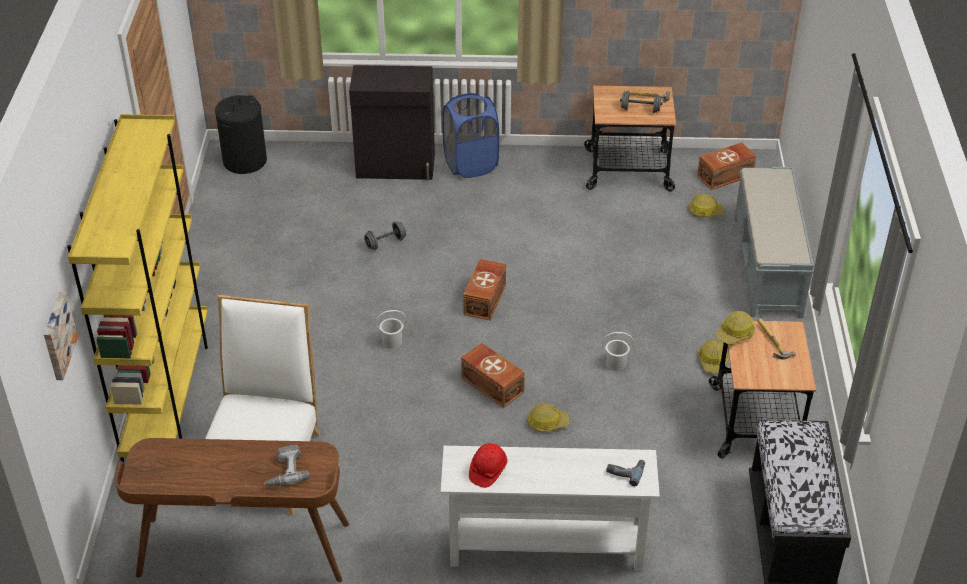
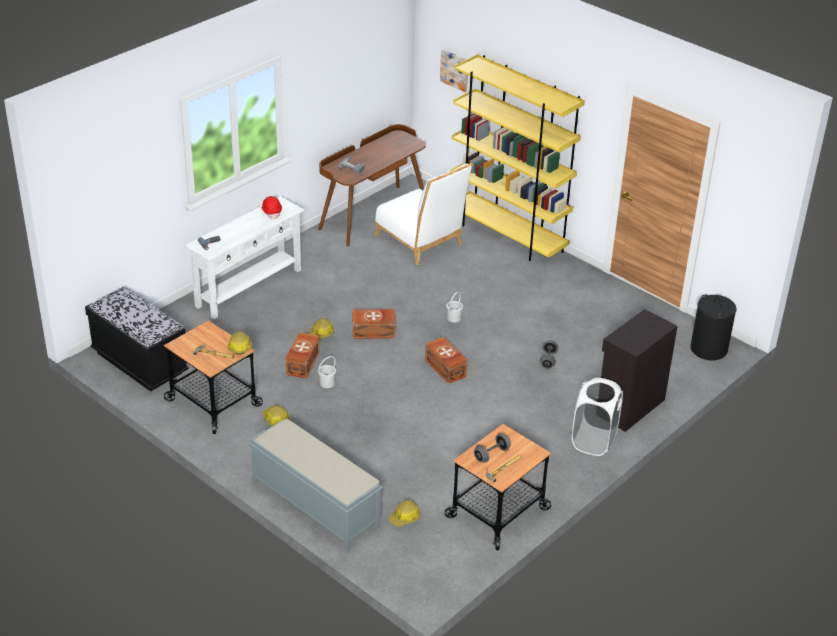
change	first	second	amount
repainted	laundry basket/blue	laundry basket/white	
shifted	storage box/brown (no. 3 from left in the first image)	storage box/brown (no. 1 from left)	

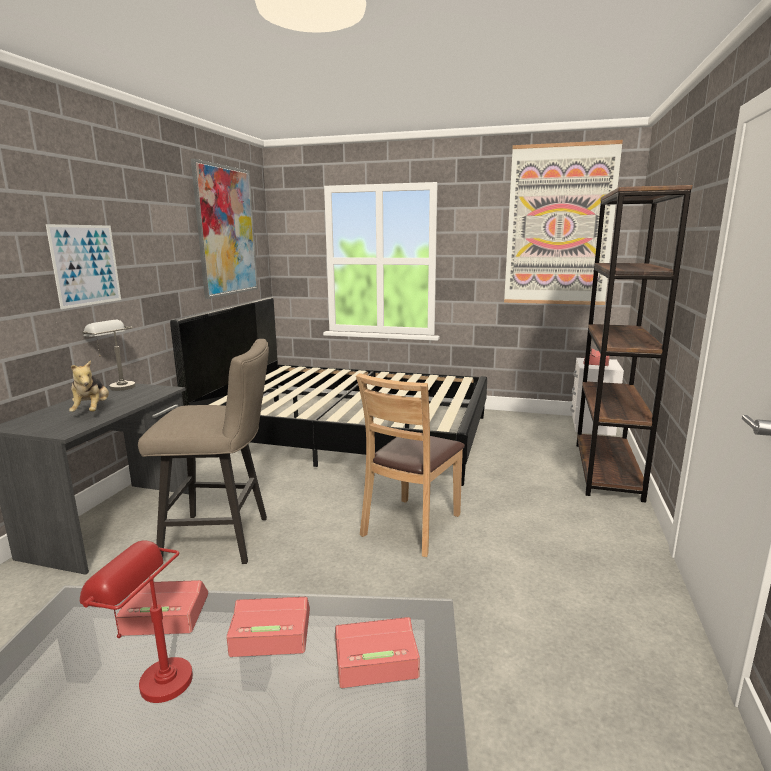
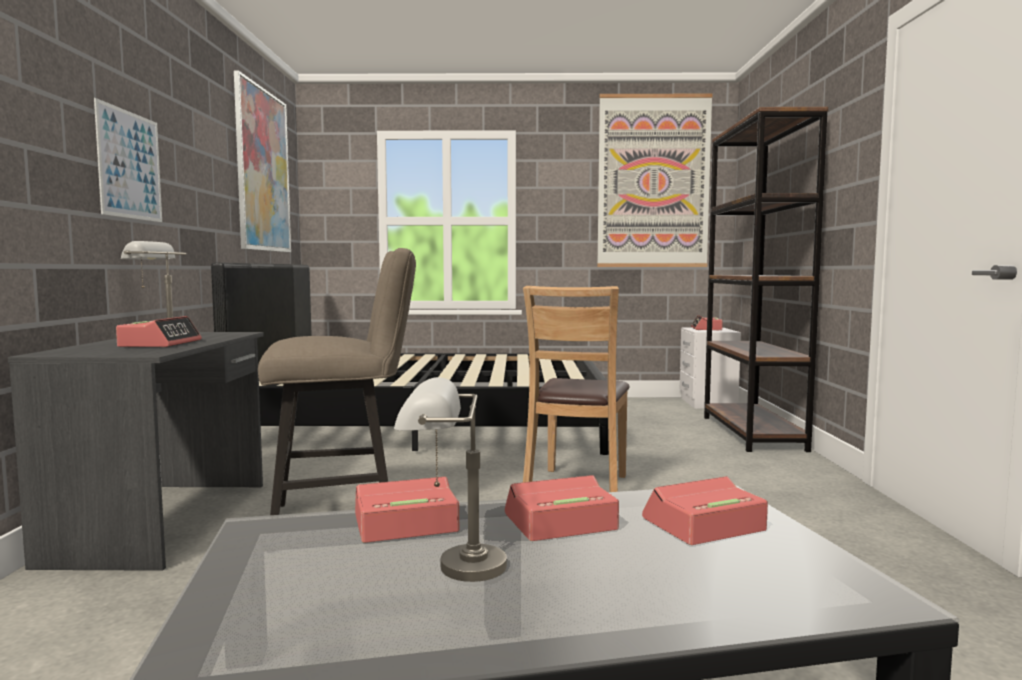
change	first	second	amount
swapped	plush toy	alarm clock (no. 1 from left)	
repainted	table lamp/red	table lamp/grey (no. 2 from left)	

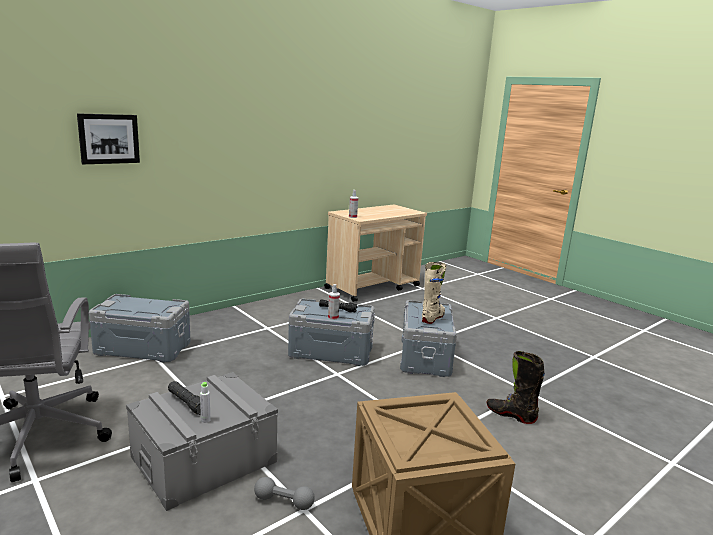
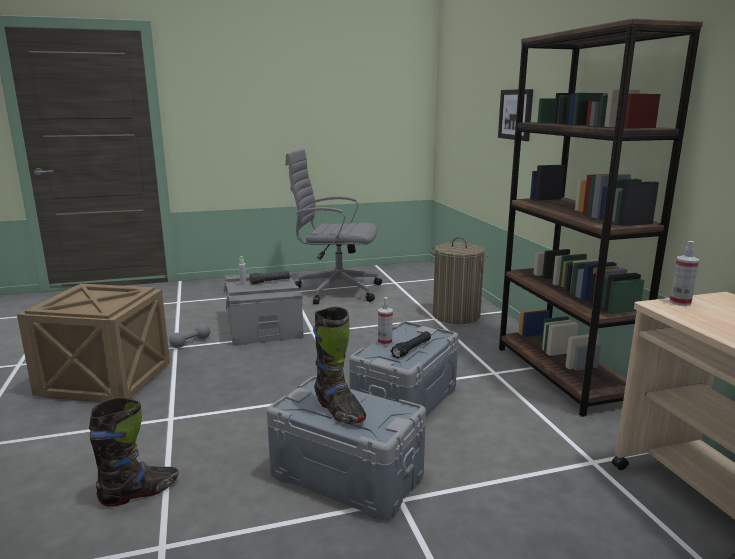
change	first	second	amount
repainted	boot/beige	boot/black (no. 2 from left)	
swapped	storage box/grey (no. 1 from left)	laundry basket	
new		bookcase/brown	

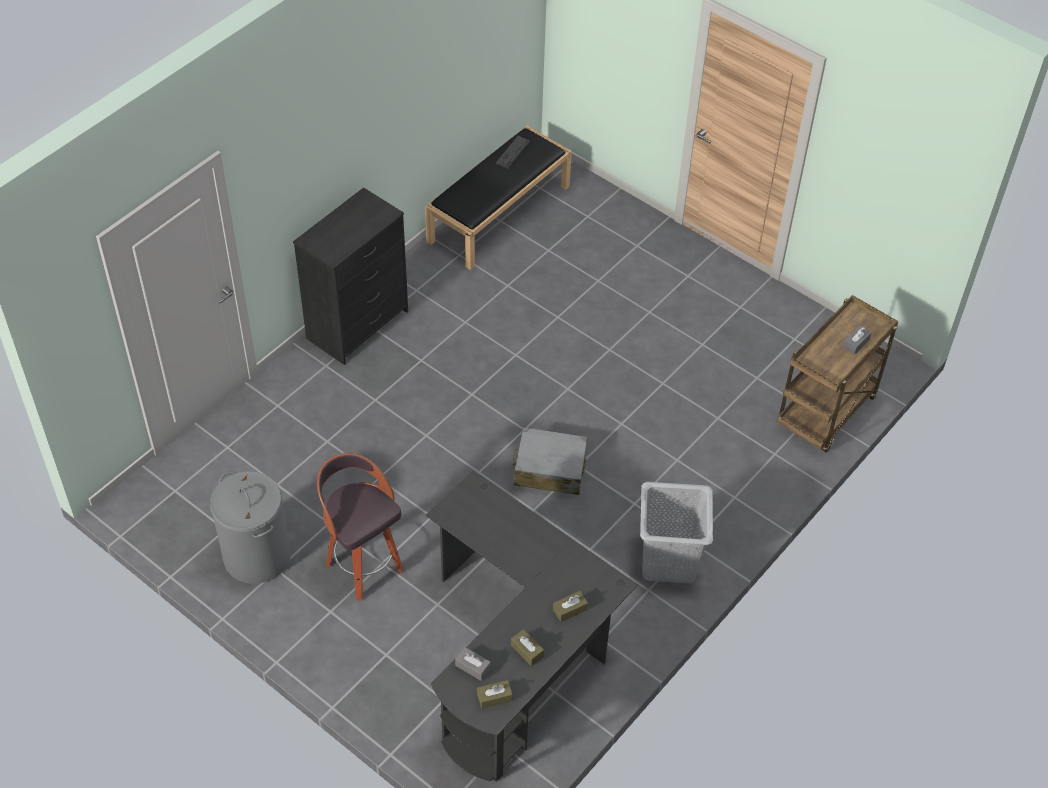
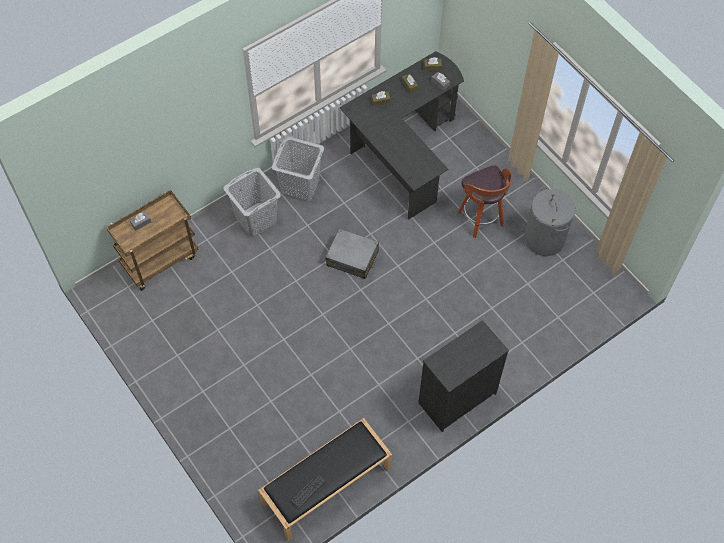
change	first	second	amount
new		laundry basket/grey (no. 1 from left)	

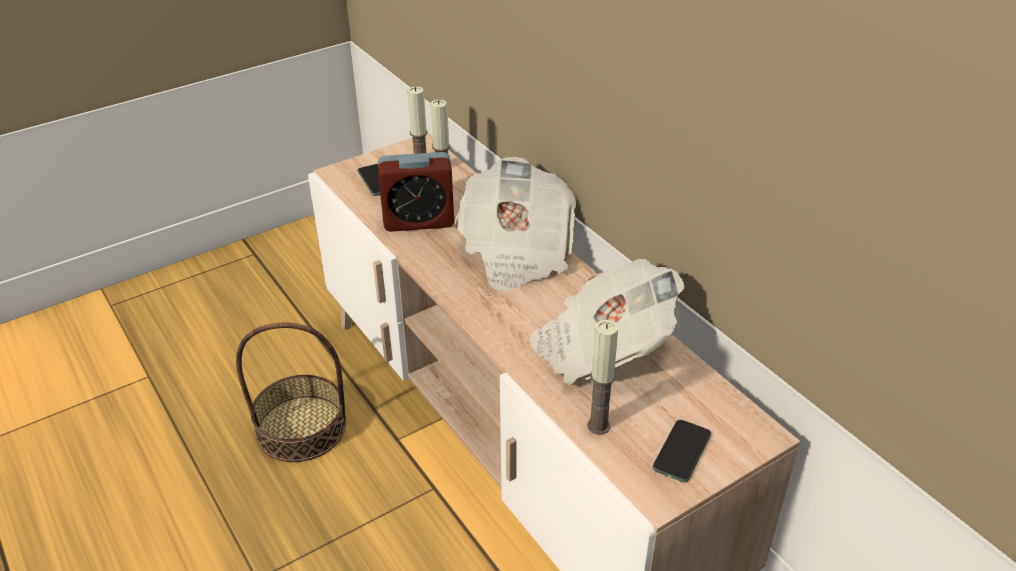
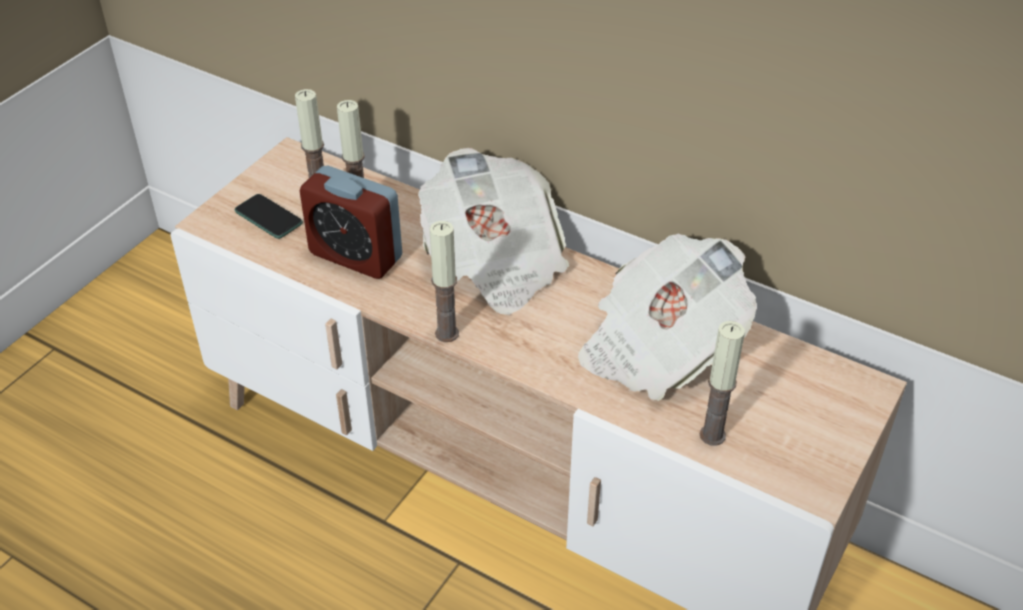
change	first	second	amount
rotated	alarm clock		60 degrees clockwise
gone	basket		
gone	phone (no. 2 from left)		
new		candle (no. 3 from left)	

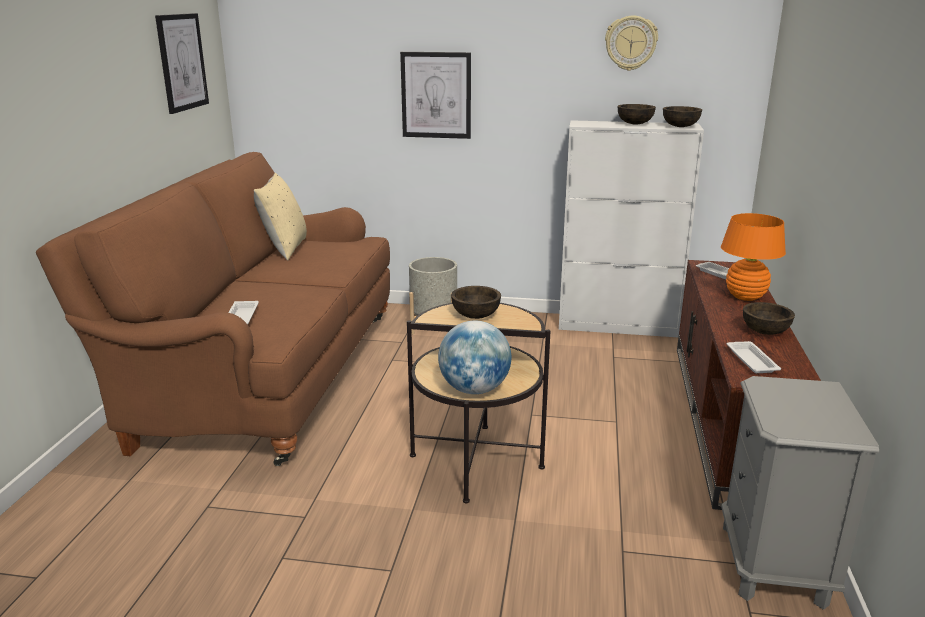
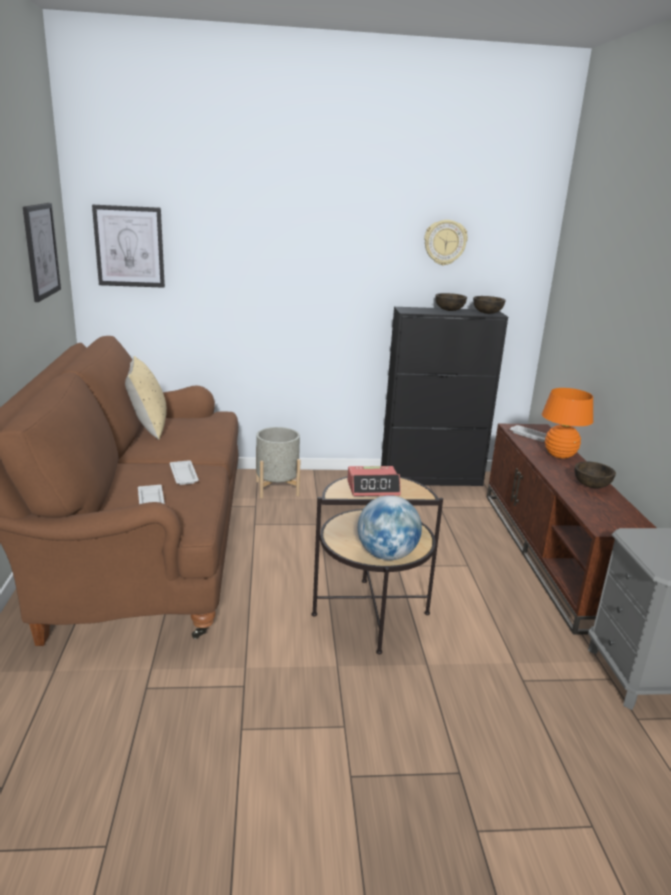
change	first	second	amount
shifted	picture (no. 2 from left)		
repainted	cabinet/white	cabinet/black	
swapped	bowl/brown (no. 1 from left)	alarm clock	
shifted	tray/white (no. 3 from left in the first image)	tray/white (no. 2 from left)	

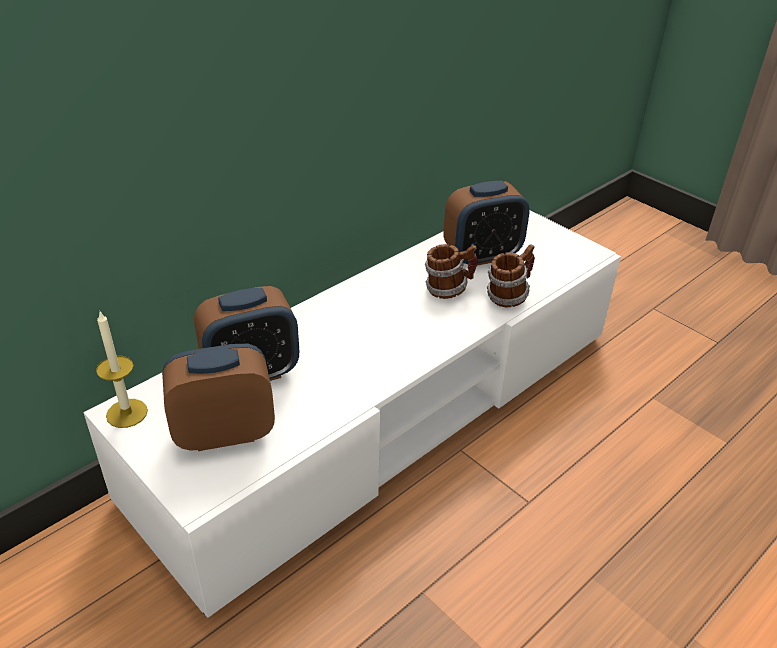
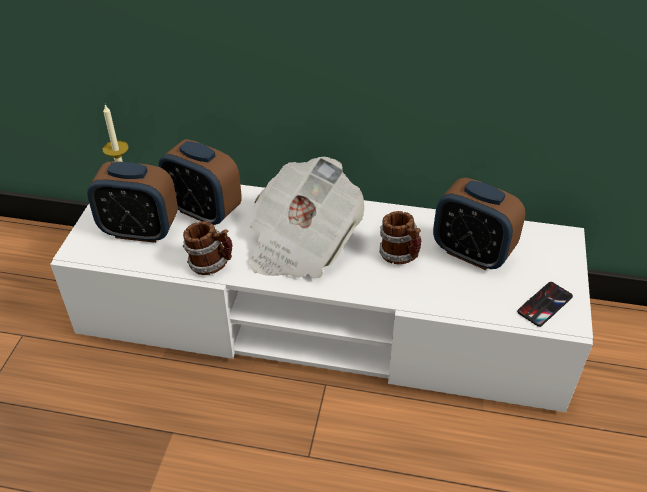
change	first	second	amount
shifted	mug (no. 2 from left in the first image)	mug (no. 1 from left)	
rotated	alarm clock (no. 1 from left)		150 degrees clockwise
new		newspaper	
new		phone	

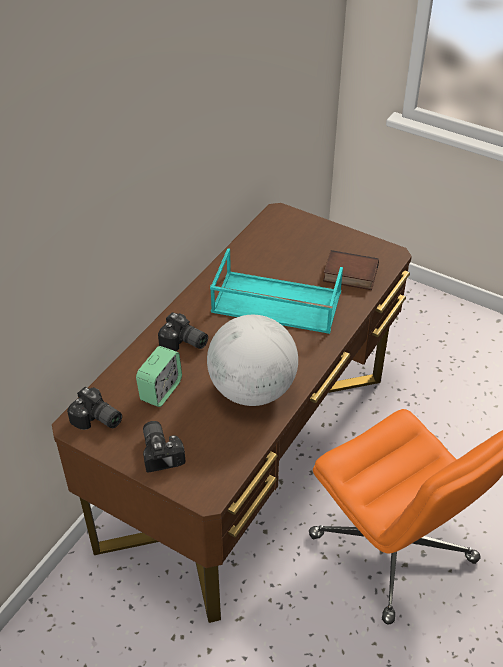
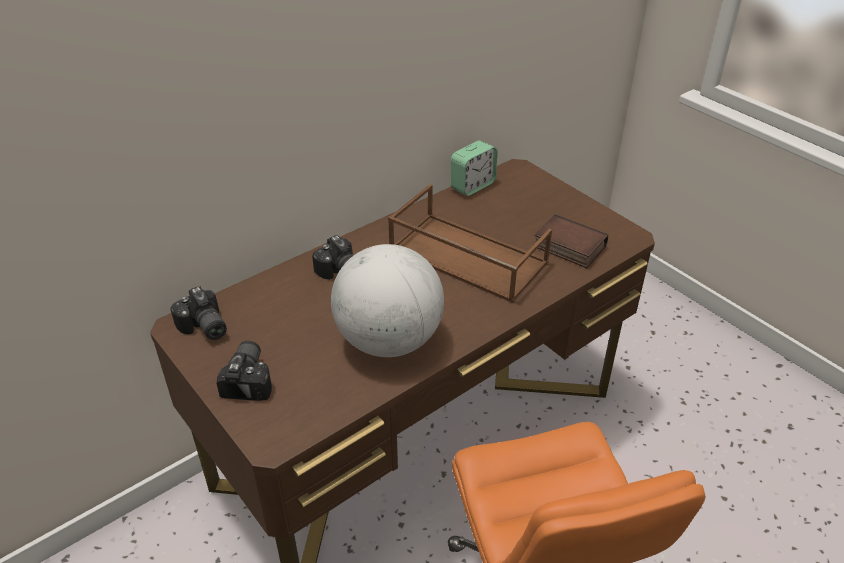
change	first	second	amount
repainted	tray/turquoise	tray/brown	
shifted	alarm clock		

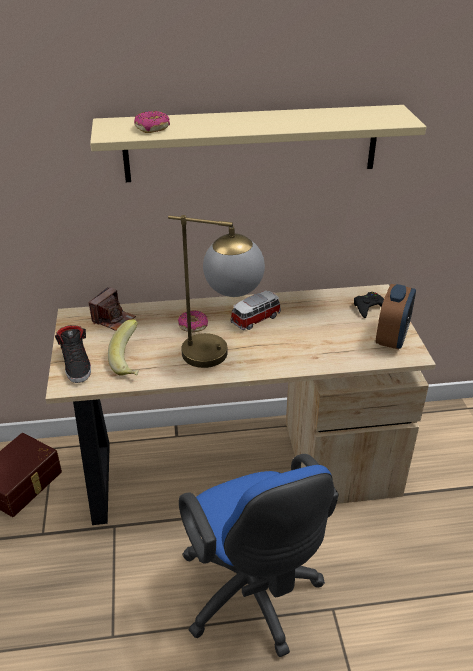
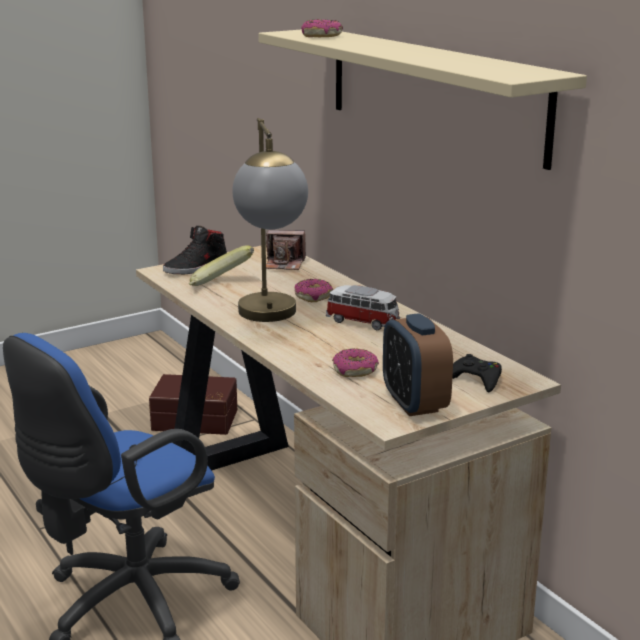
change	first	second	amount
rotated	alarm clock		75 degrees clockwise
new		donut (no. 3 from left)	

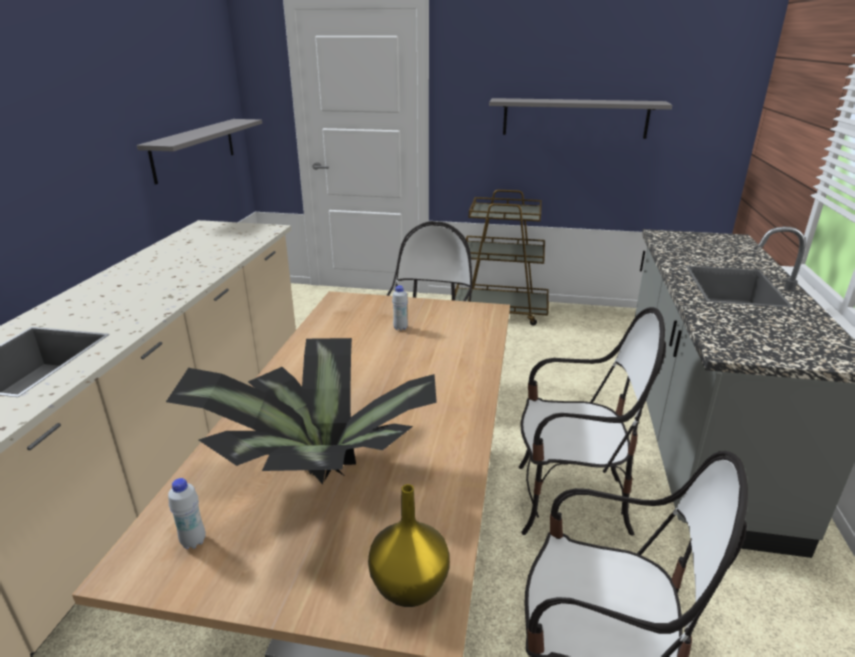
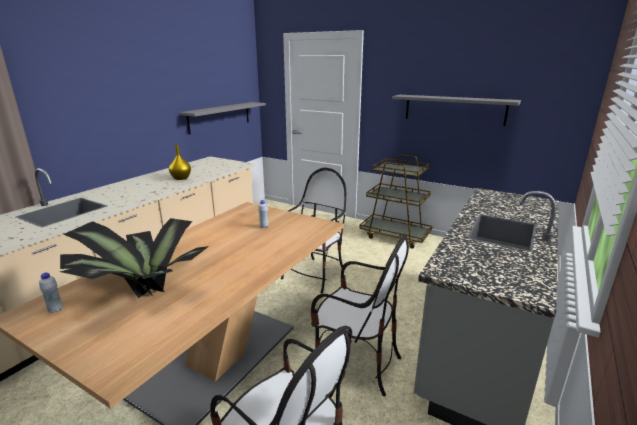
change	first	second	amount
shifted	vase/yellow		

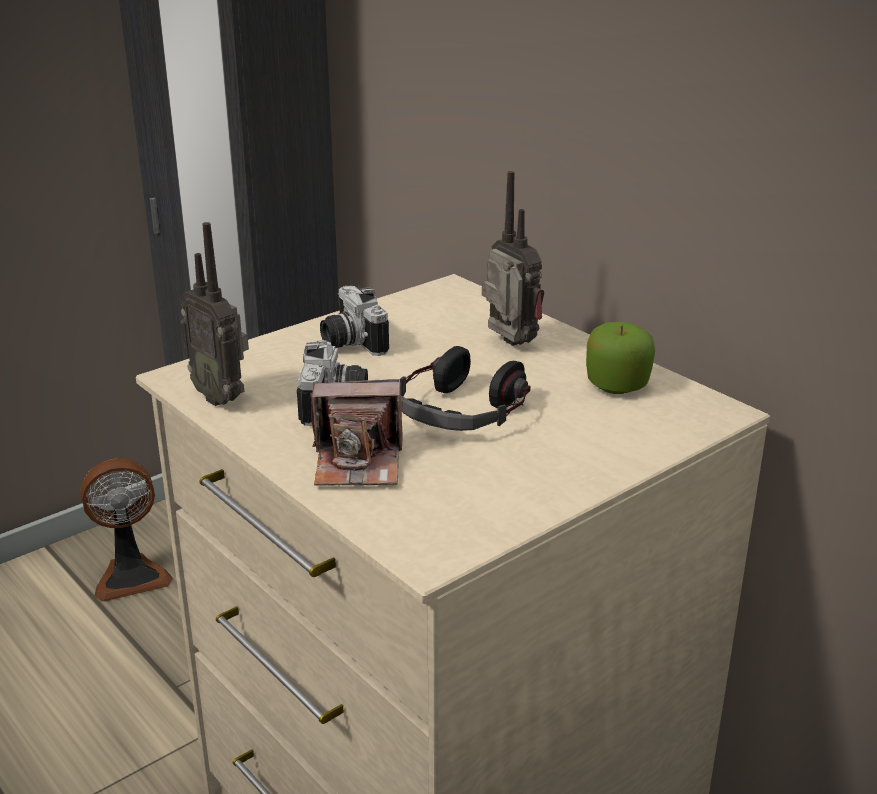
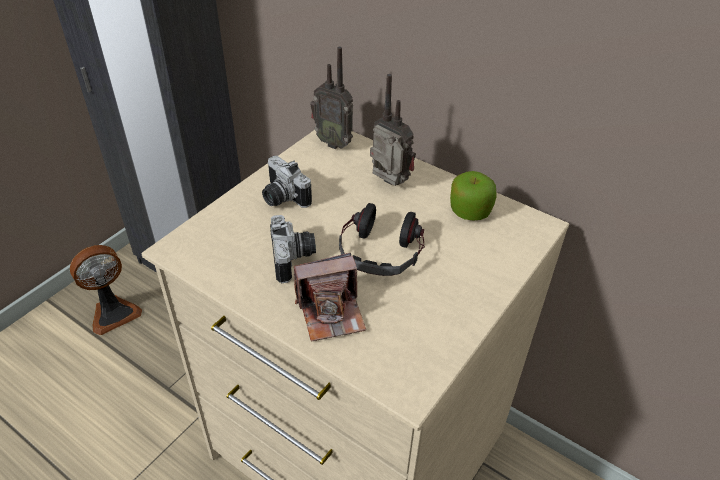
change	first	second	amount
shifted	radio (no. 1 from left)		

